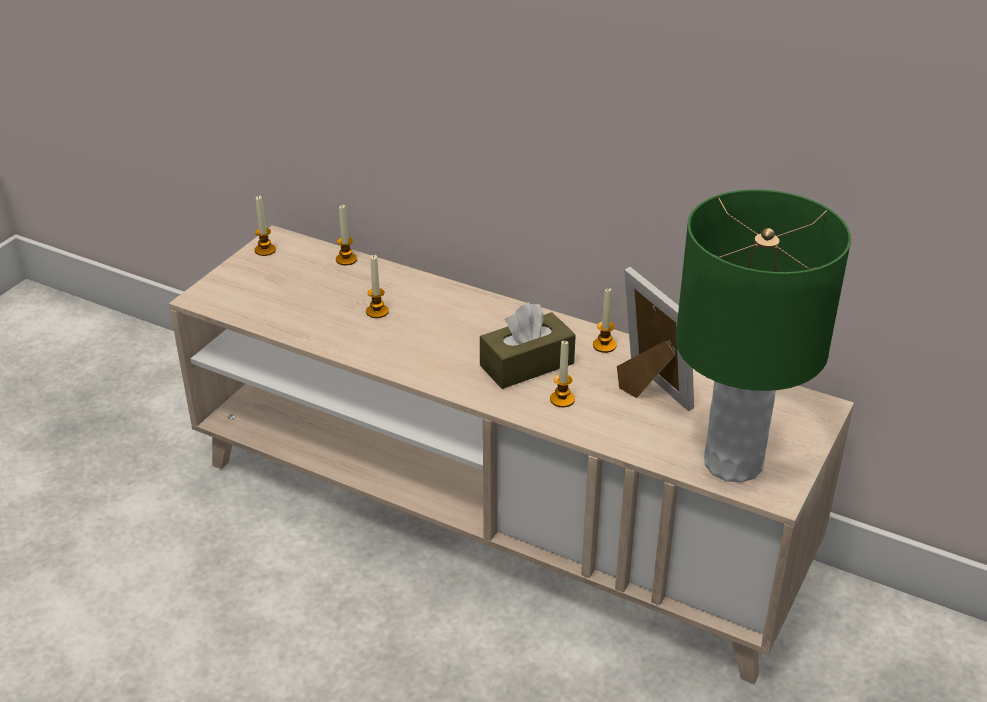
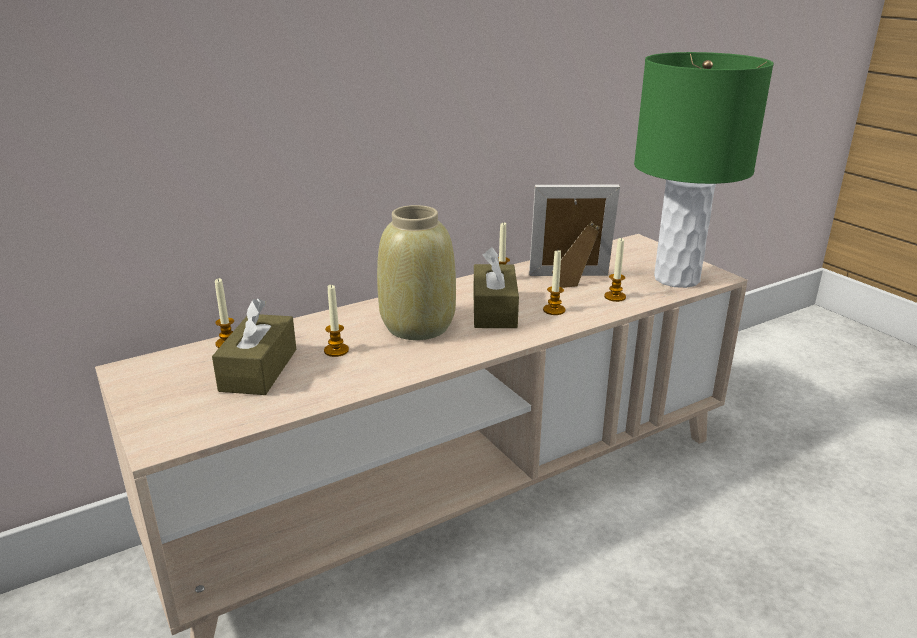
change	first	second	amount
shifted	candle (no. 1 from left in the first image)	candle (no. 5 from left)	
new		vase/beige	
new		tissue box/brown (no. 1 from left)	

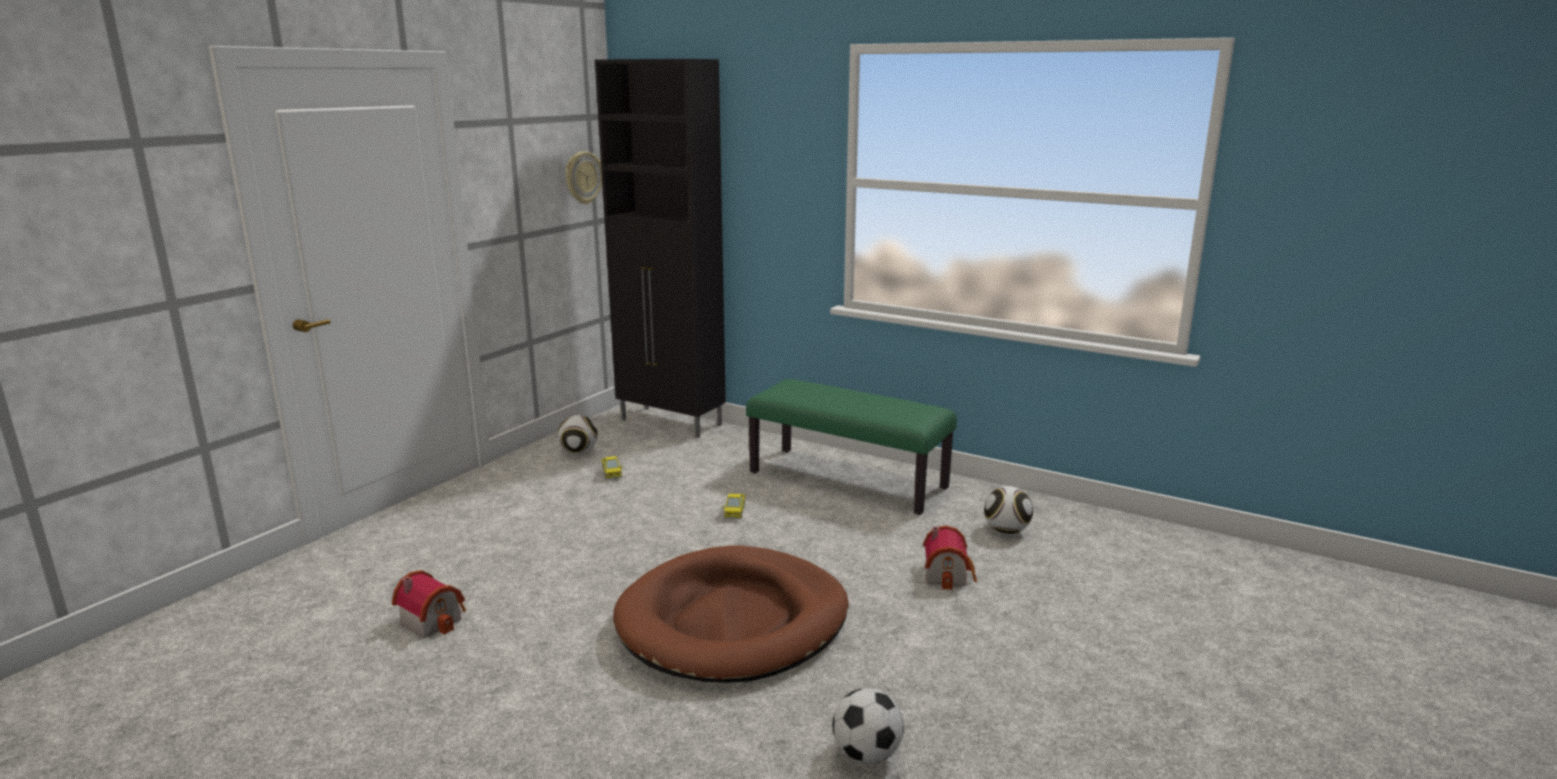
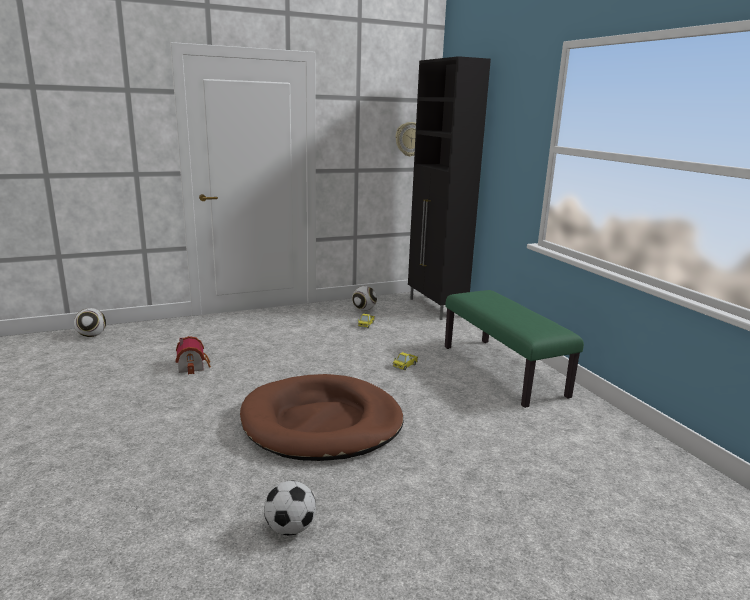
change	first	second	amount
shifted	football (no. 3 from left in the first image)	football (no. 1 from left)	
gone	toy house (no. 2 from left)		

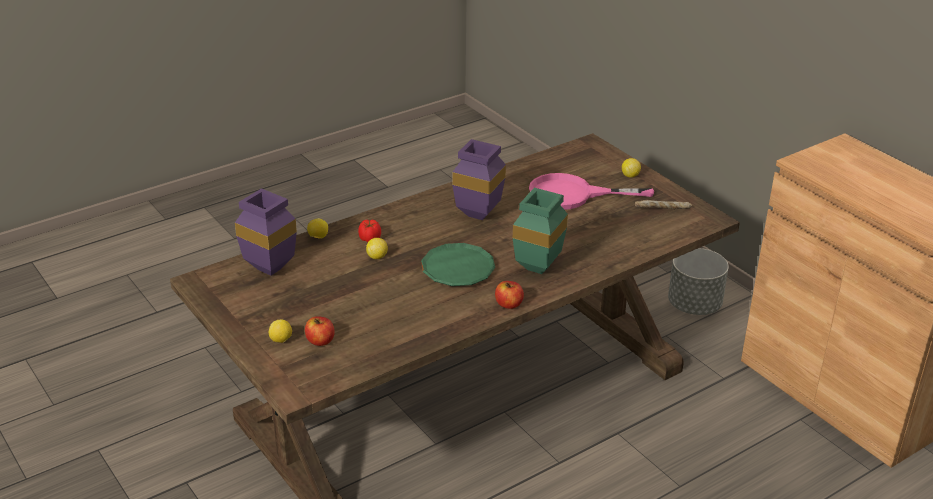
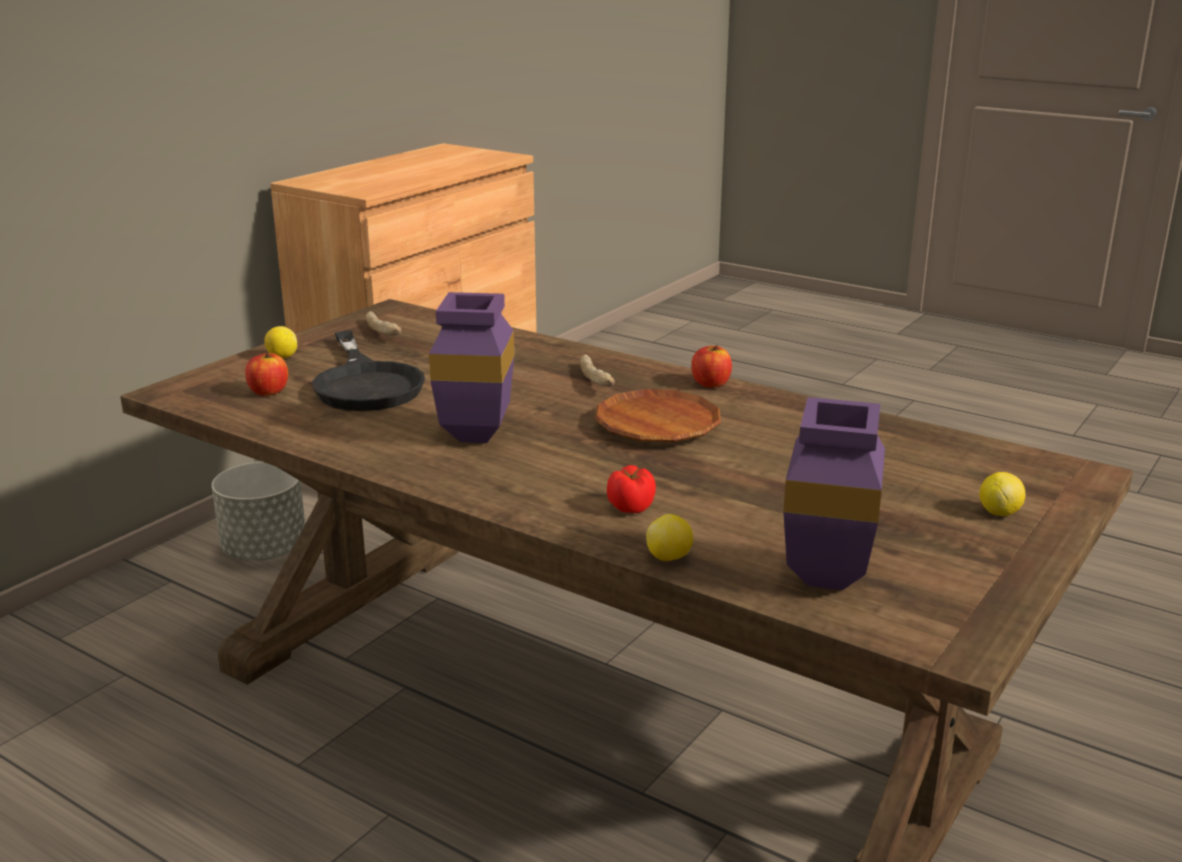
change	first	second	amount
repainted	frying pan/pink	frying pan/black	
swapped	vase/green	bread (no. 2 from left)	
gone	lemon (no. 3 from left)		
repainted	plate/green	plate/brown	
shifted	apple (no. 1 from left)		

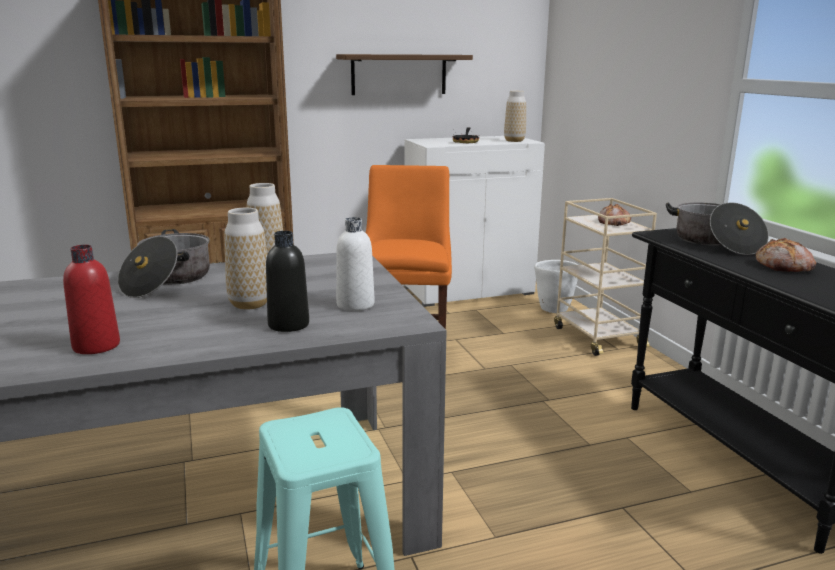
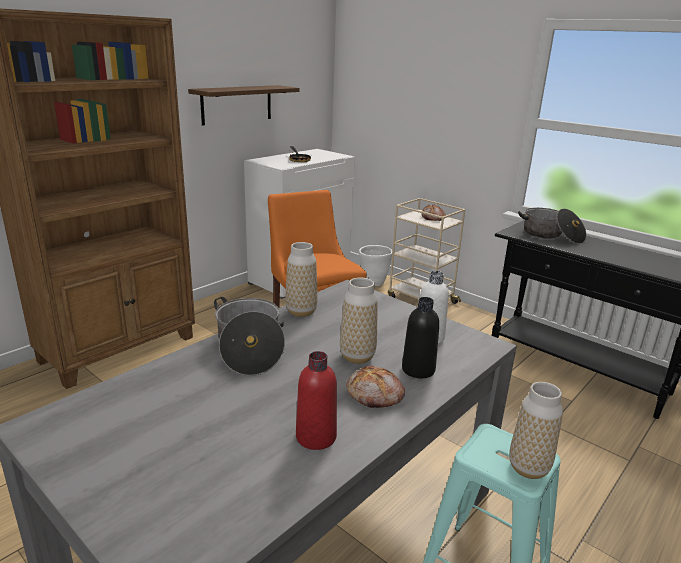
change	first	second	amount
shifted	vase (no. 3 from left)		
shifted	bread (no. 2 from left in the first image)	bread (no. 1 from left)	

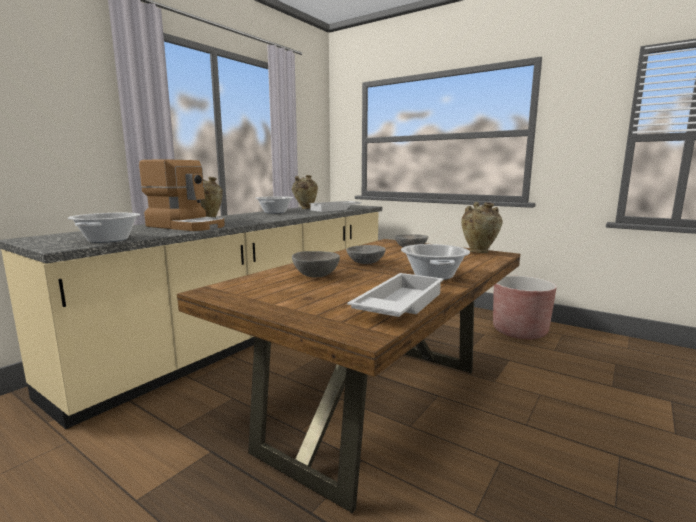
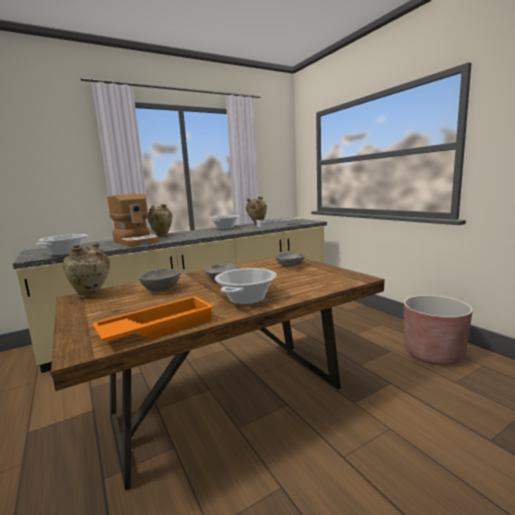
change	first	second	amount
shifted	vase/beige (no. 3 from left in the first image)	vase/beige (no. 1 from left)	
repainted	tray/white (no. 2 from left)	tray/orange	

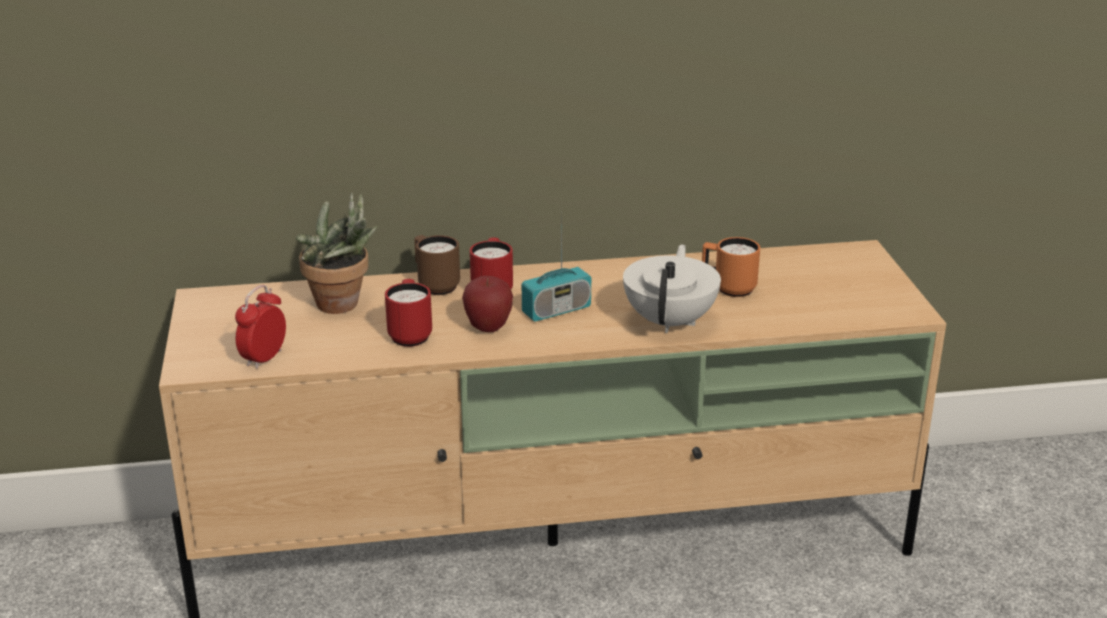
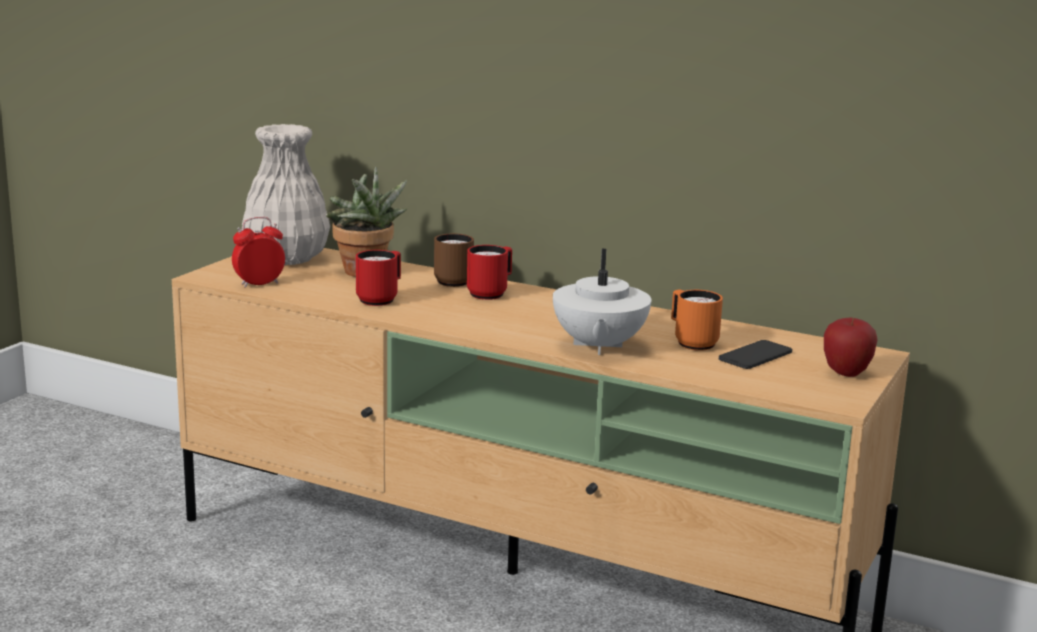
change	first	second	amount
gone	radio		
rotated	teapot/white		135 degrees clockwise
shifted	apple		
new		vase/white	
new		phone	

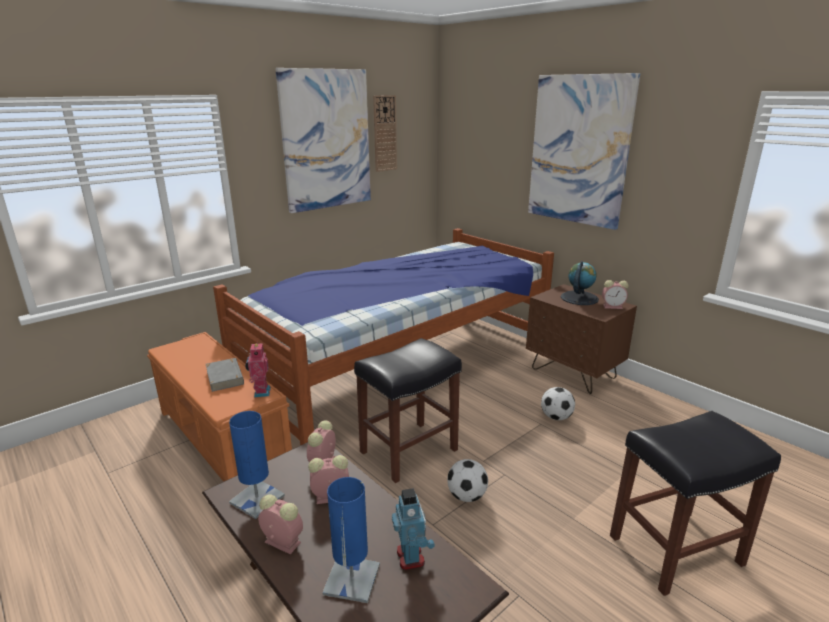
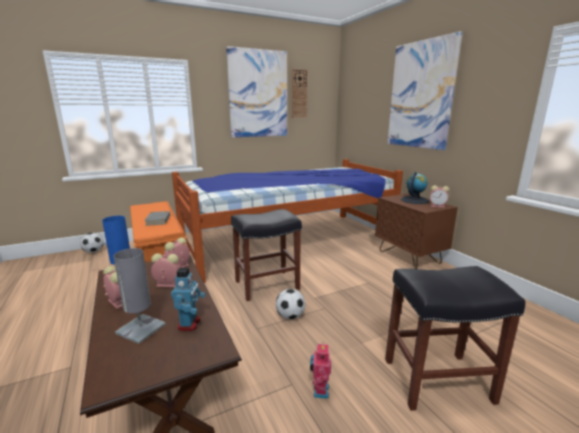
change	first	second	amount
shifted	toy robot (no. 1 from left in the first image)	toy robot (no. 2 from left)	
shifted	football (no. 2 from left in the first image)	football (no. 1 from left)	
repainted	table lamp/blue (no. 2 from left)	table lamp/grey	

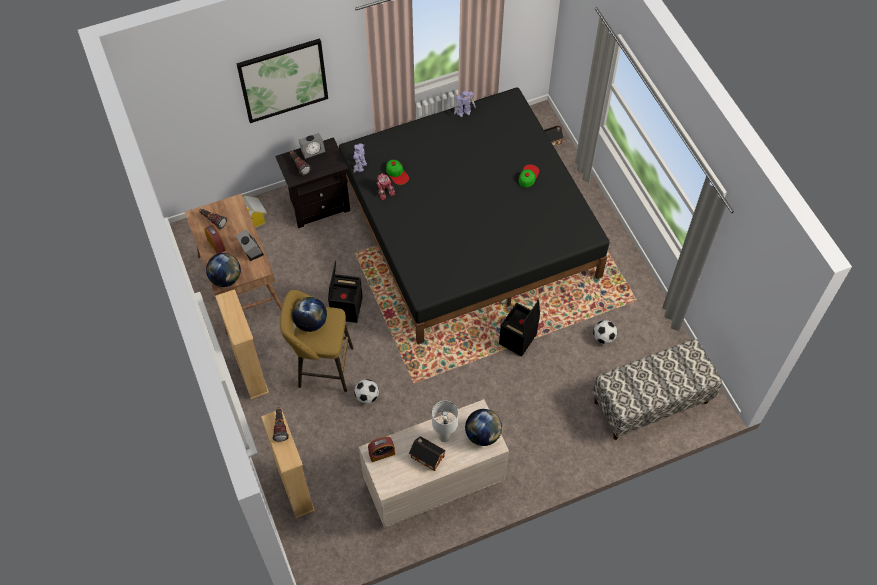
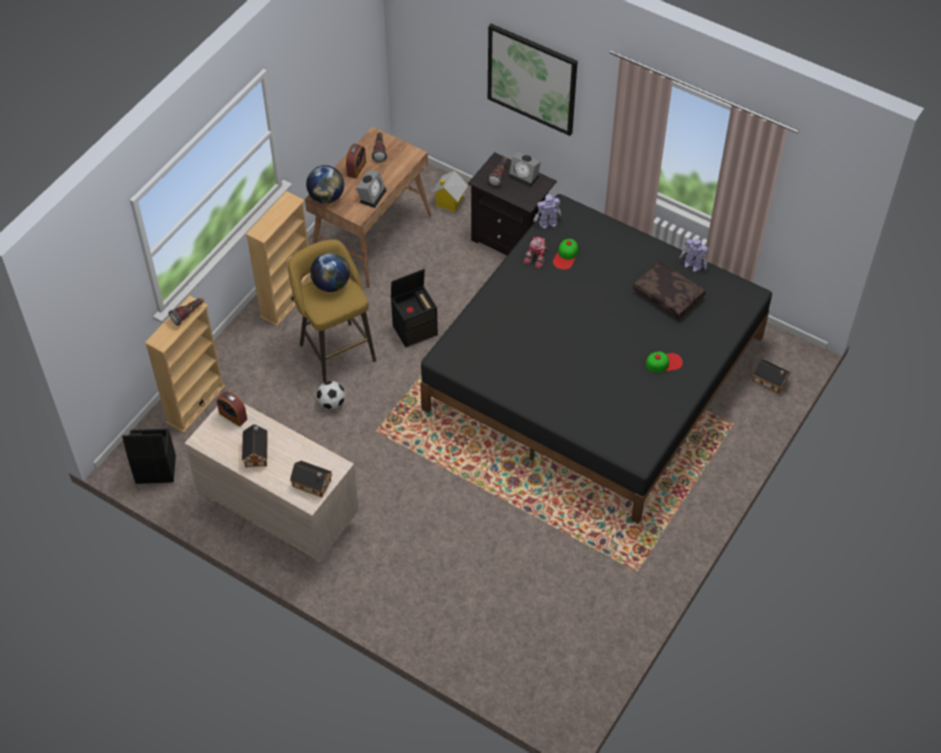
change	first	second	amount
shifted	storage box/black (no. 2 from left in the first image)	storage box/black (no. 1 from left)	
gone	football (no. 2 from left)		
gone	bench		
gone	table lamp/white		
swapped	globe (no. 3 from left)	toy house (no. 2 from left)	
new		pillow/brown	

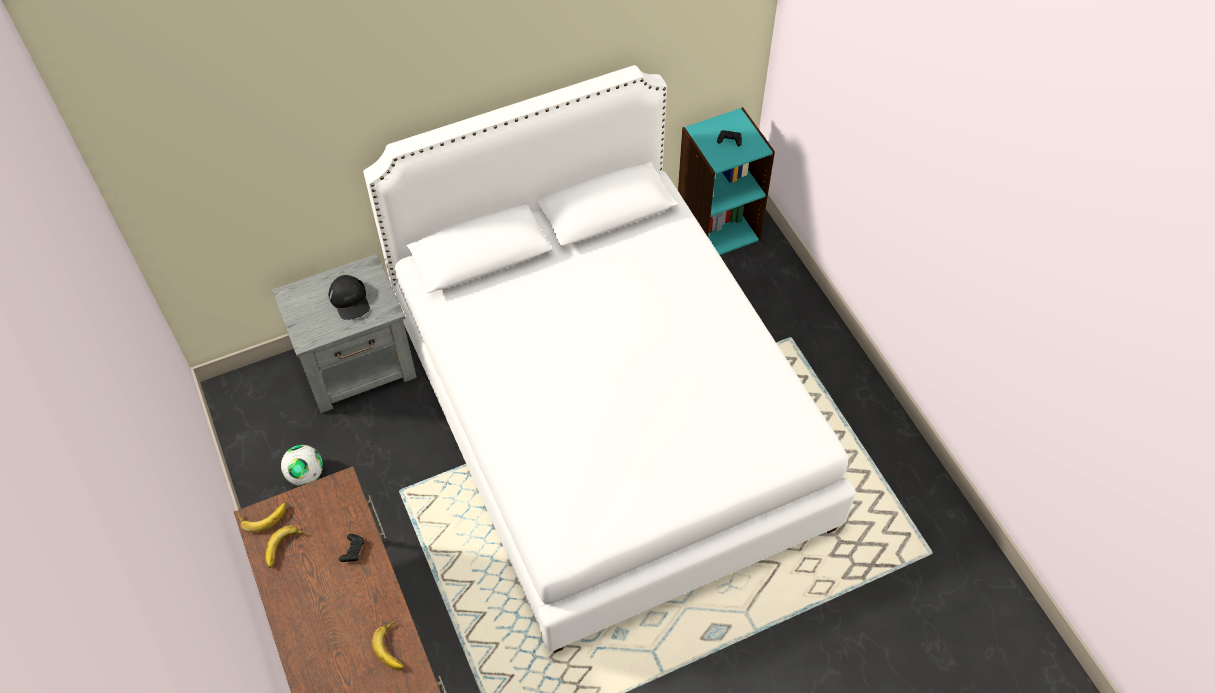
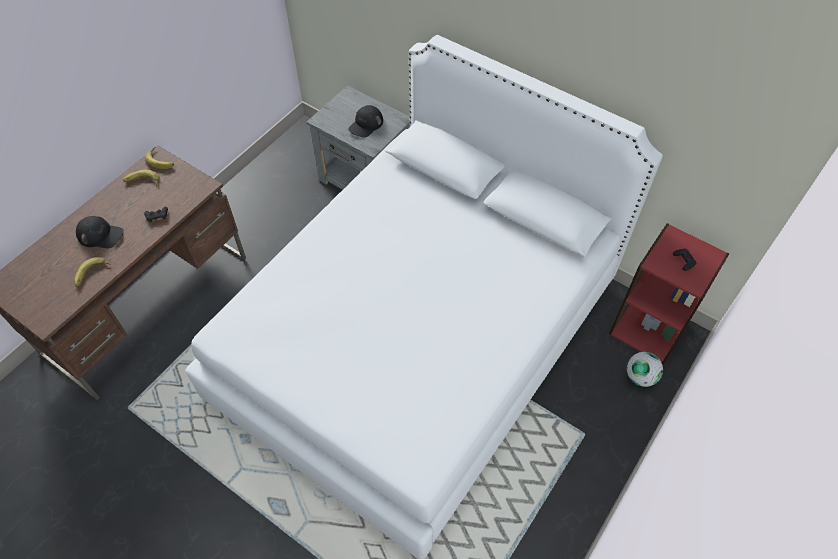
change	first	second	amount
repainted	bookcase/turquoise	bookcase/red	
shifted	football		
new		cap/black (no. 1 from left)	

